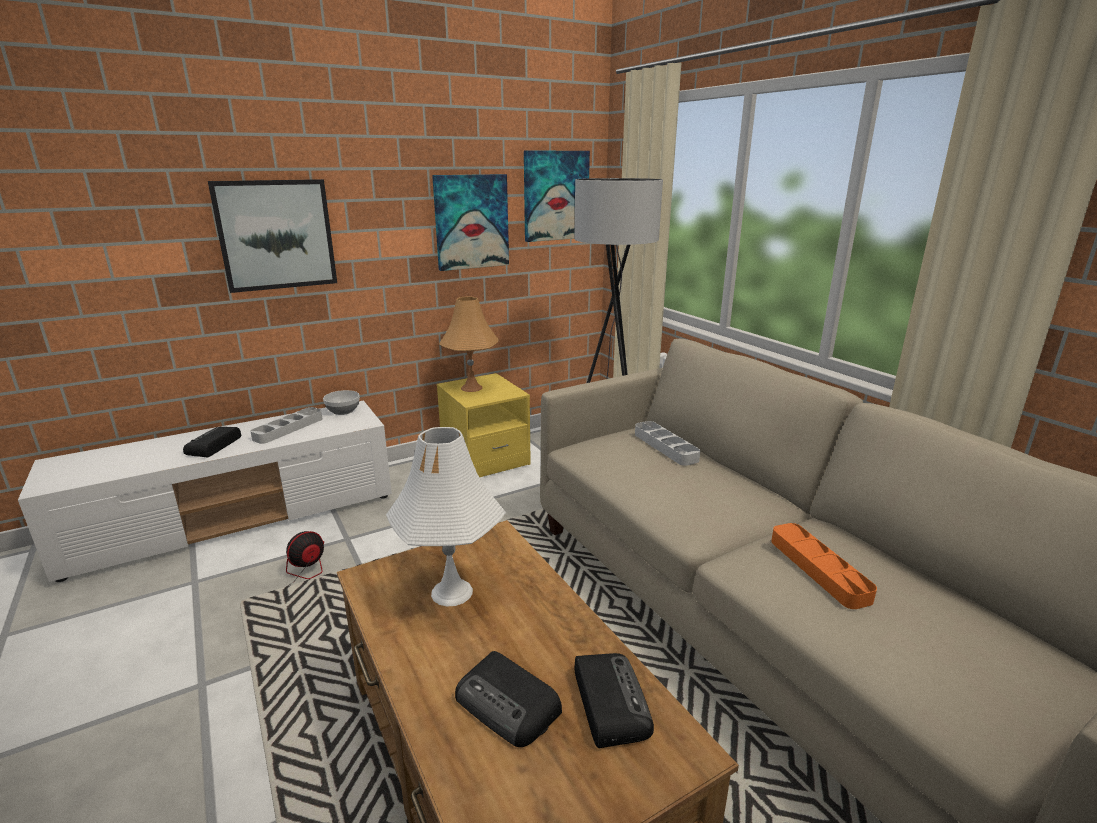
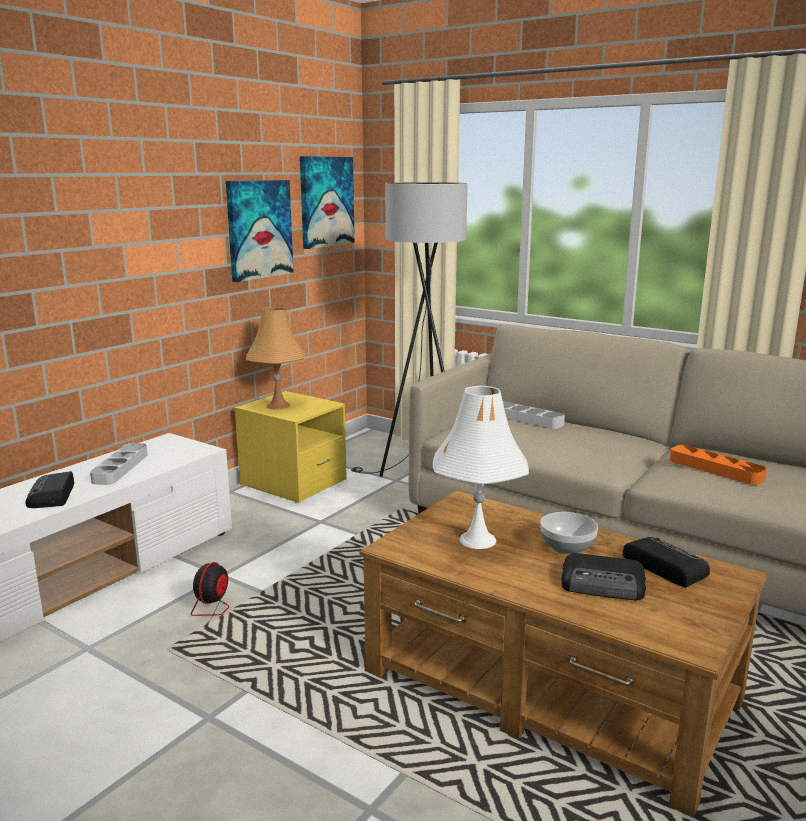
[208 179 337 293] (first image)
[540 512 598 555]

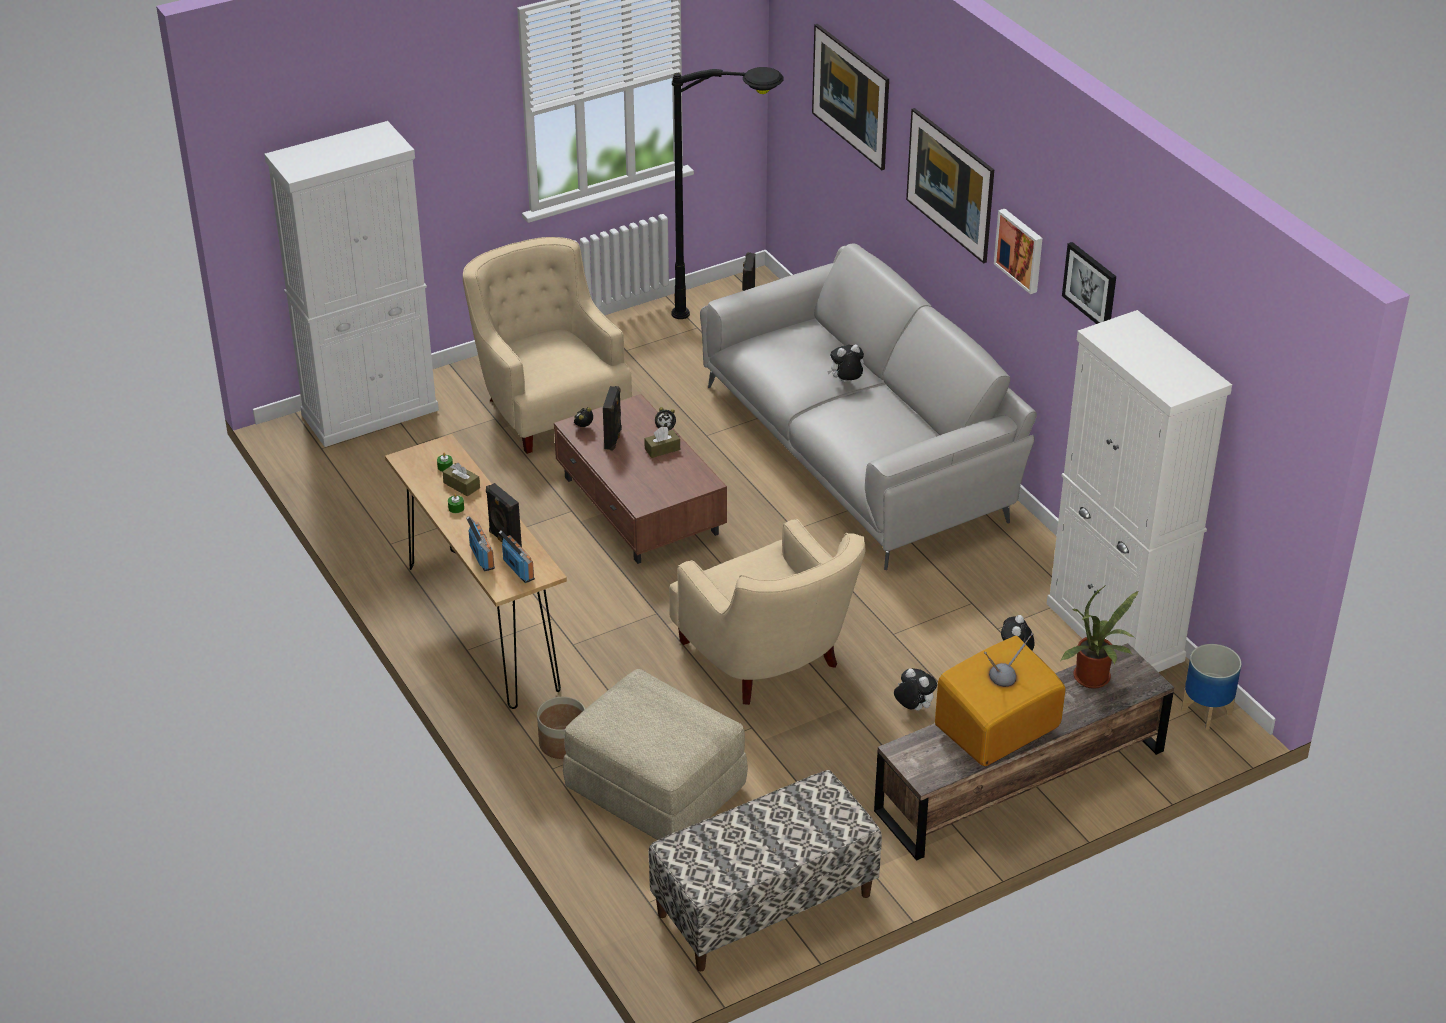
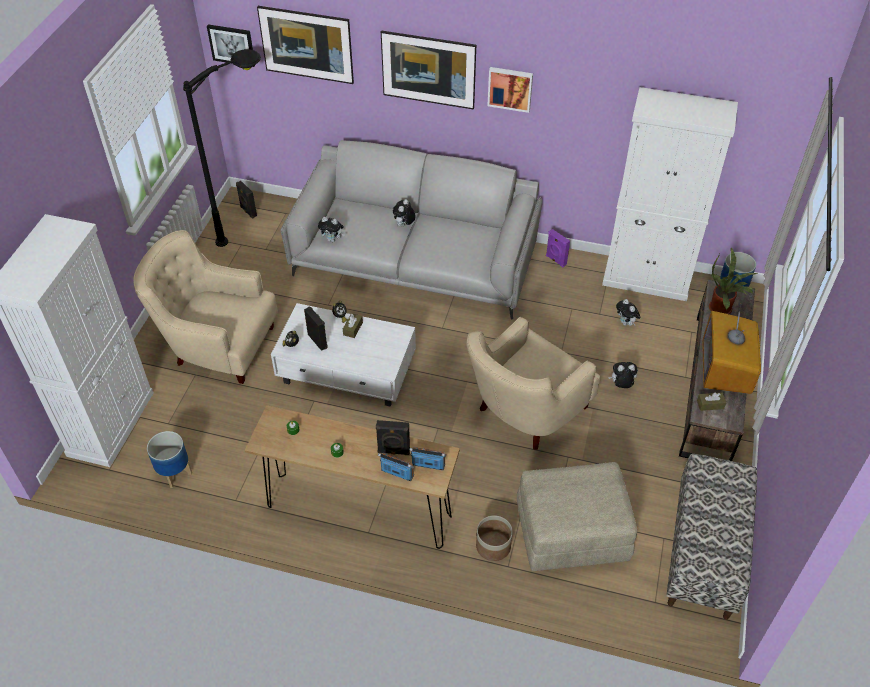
[207 24 254 67]
[271 303 416 407]
[697 393 726 411]
[466 316 600 450]
[318 217 345 242]
[546 229 570 267]
[147 431 192 488]

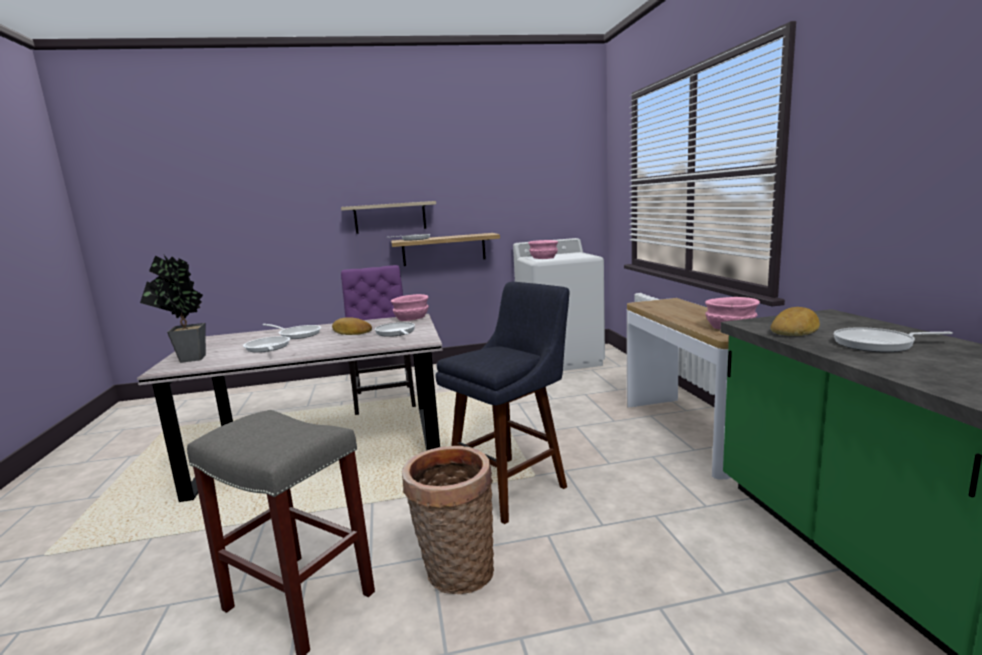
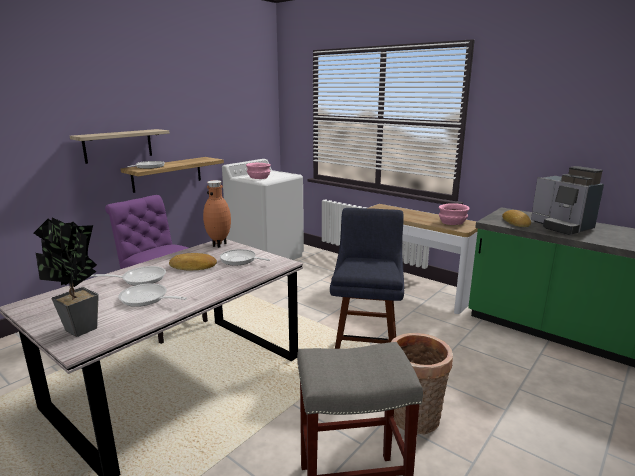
[203 180 231 248]
[531 166 604 235]

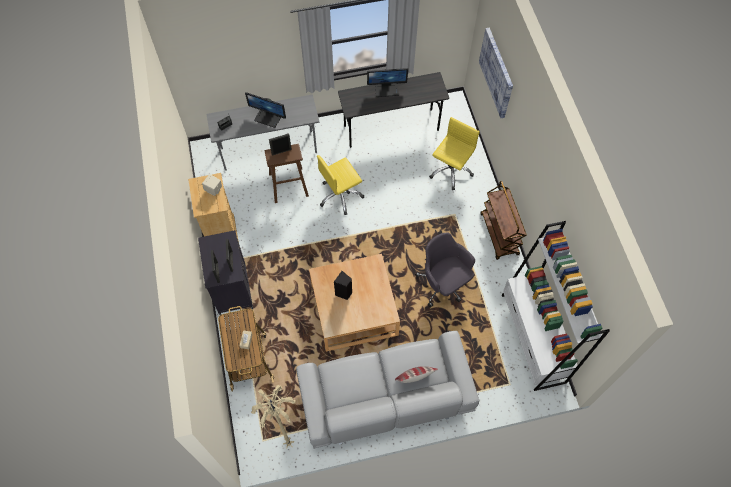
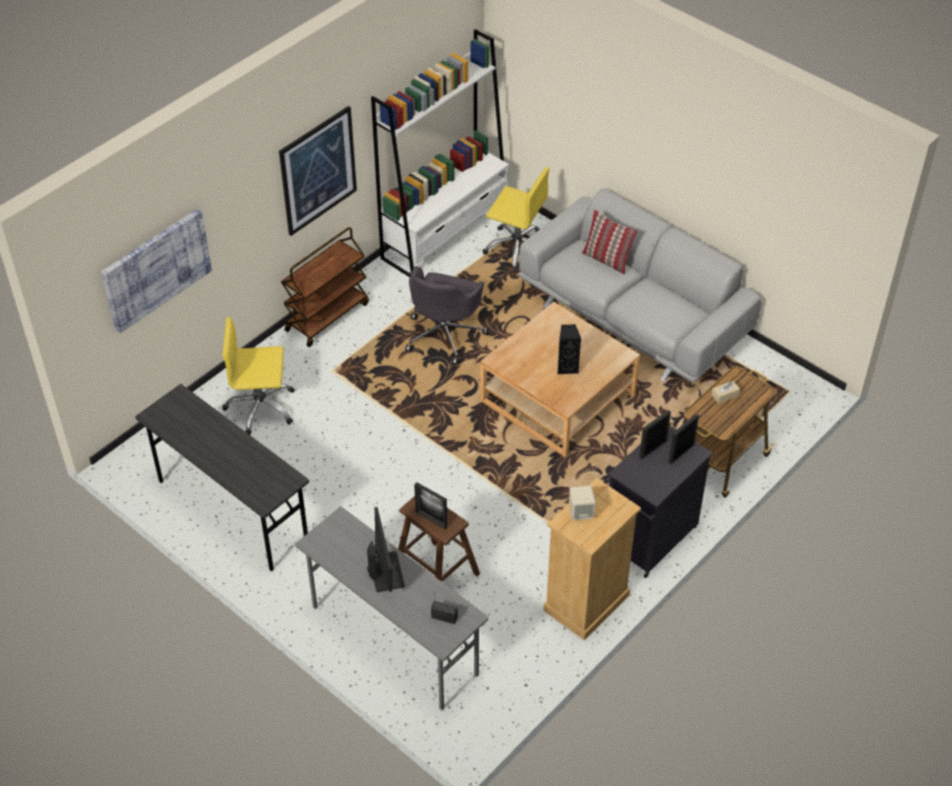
[367 68 408 97] (first image)
[483 167 550 272]
[251 385 296 449] (first image)
[279 106 357 236]

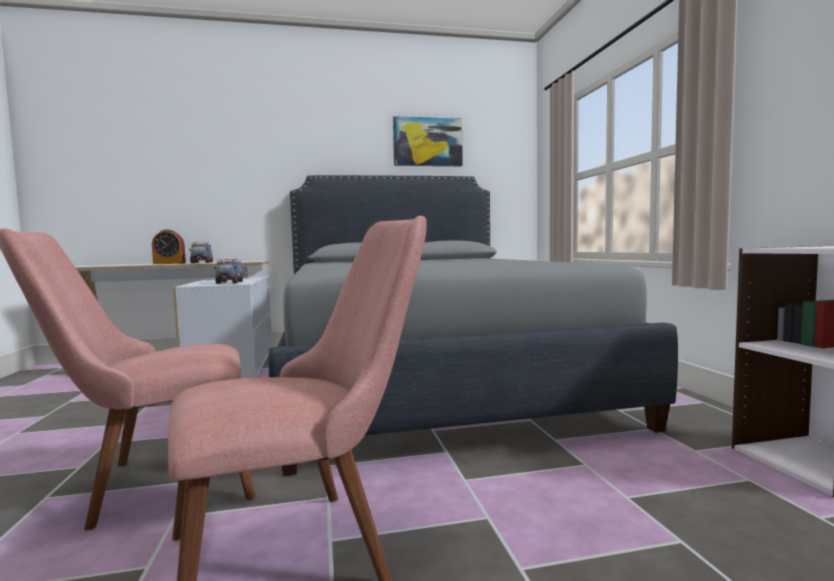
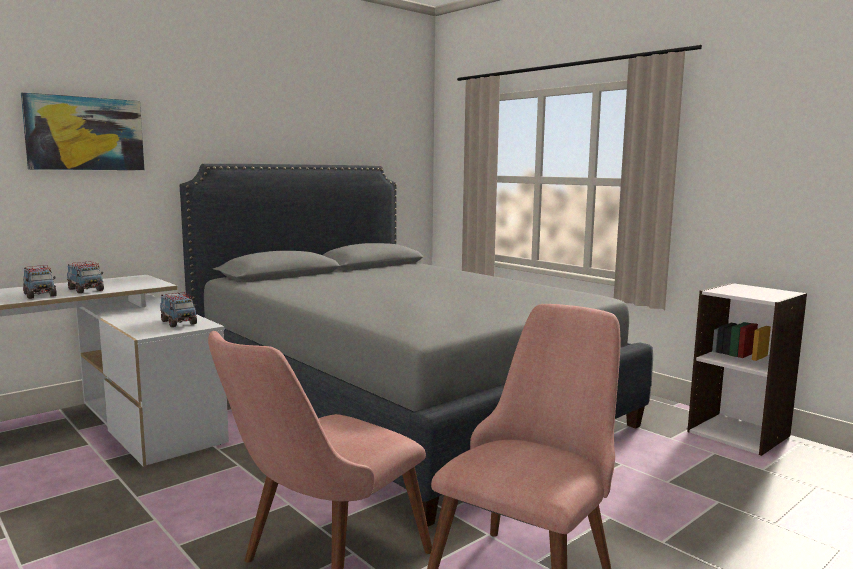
[21 92 144 170]
[23 265 57 299]

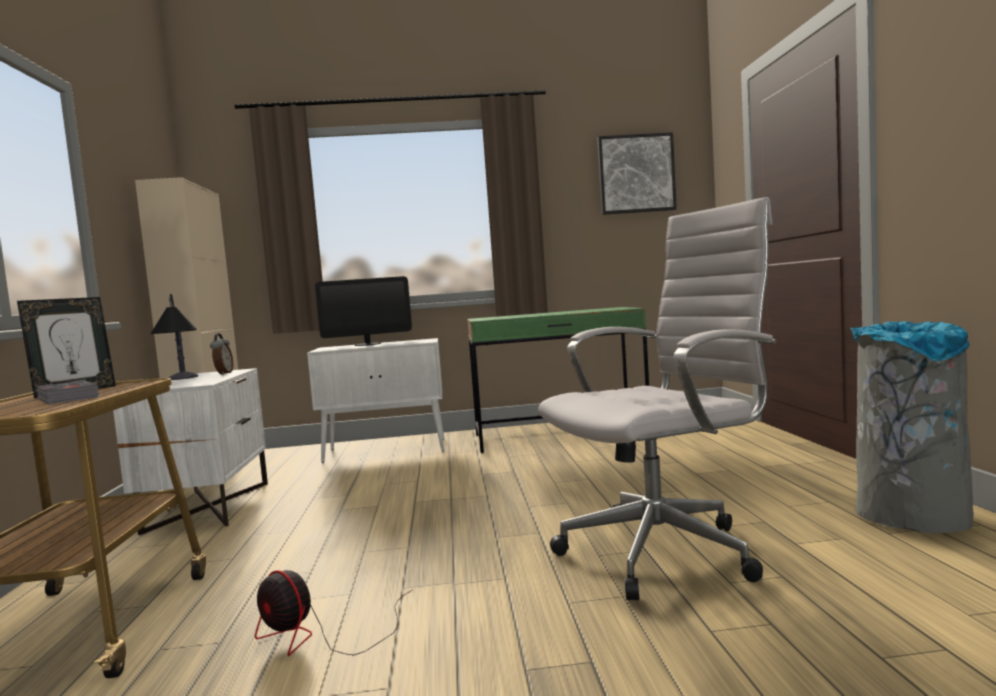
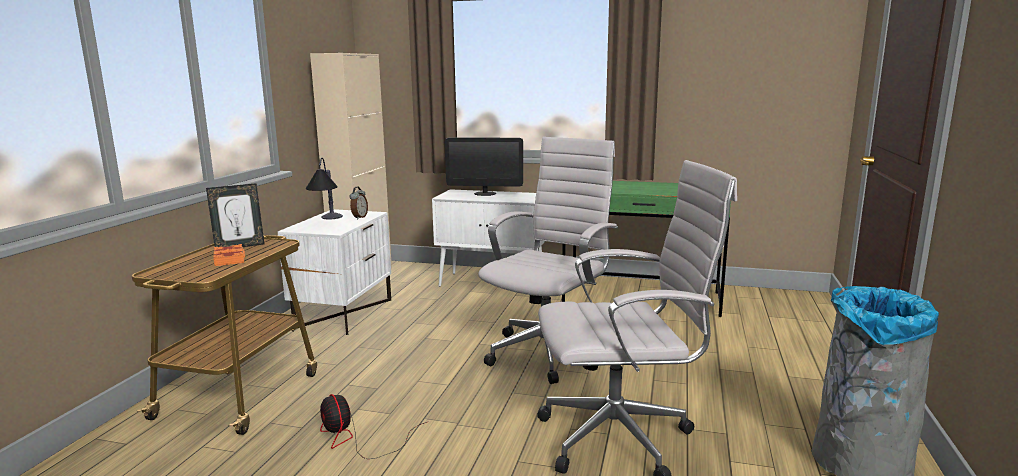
[597 132 677 215] (first image)
[214 244 245 266]
[478 137 618 384]

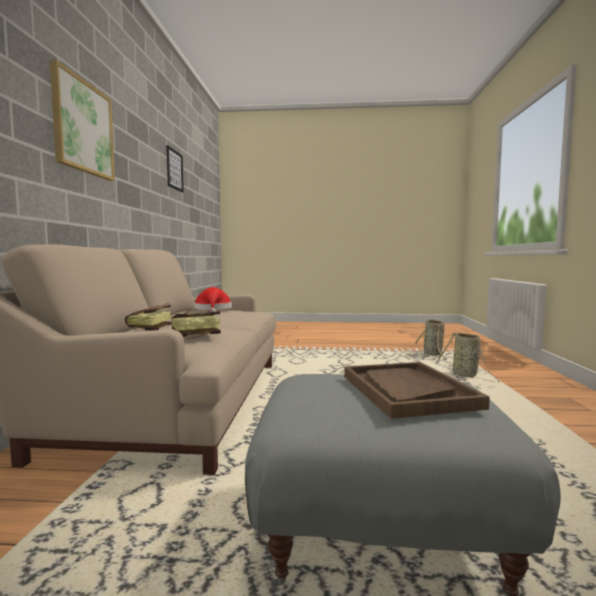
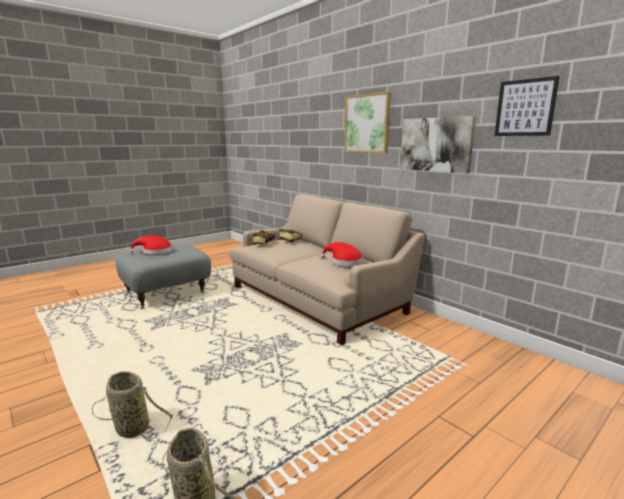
[129 235 172 254]
[400 116 476 173]

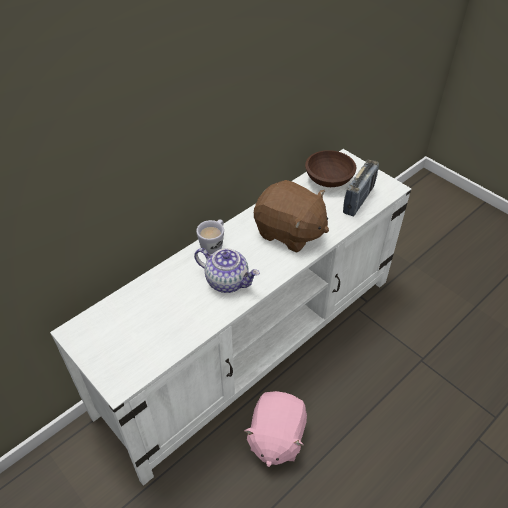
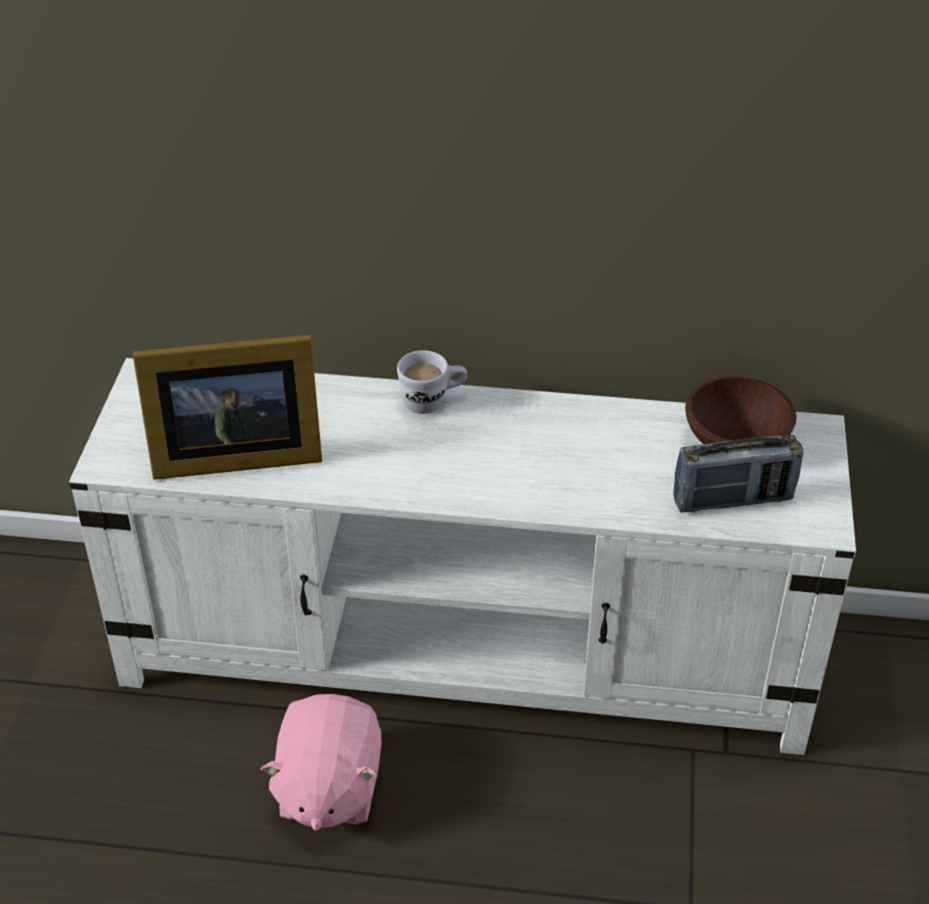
[254 180 329 253] (first image)
[194 248 260 293] (first image)
[261 694 381 831]
[132 335 322 480]

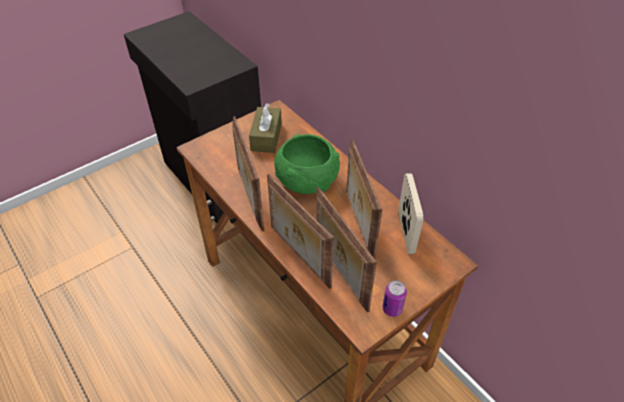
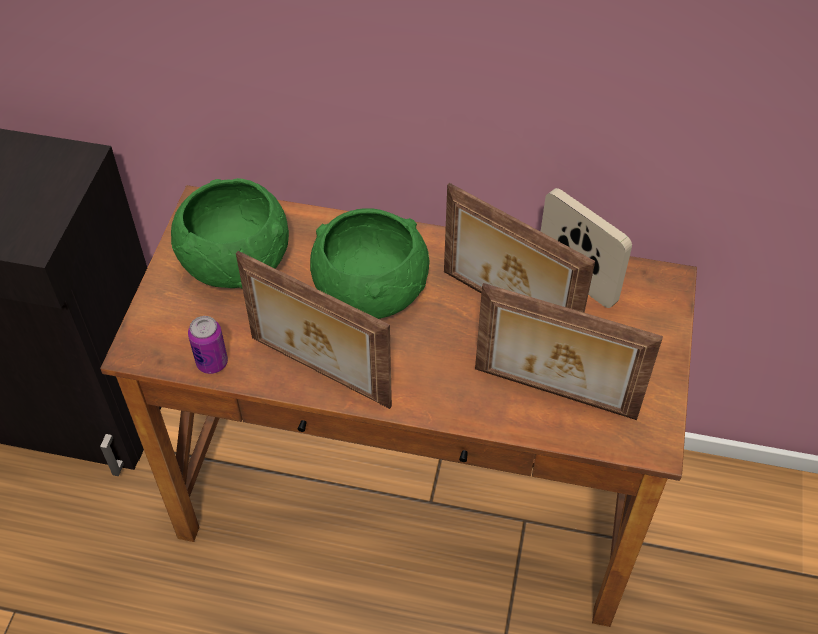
[171 178 289 289]
[267 174 334 289] (first image)
[188 316 228 374]

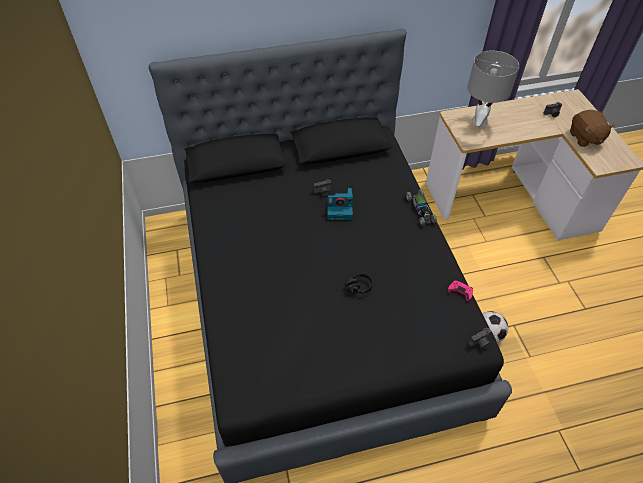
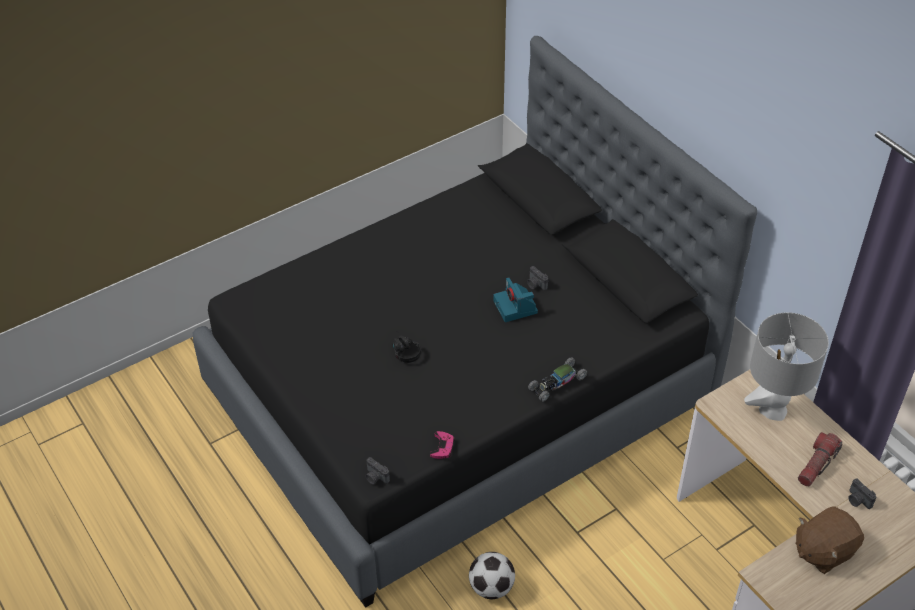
[798 432 842 486]

